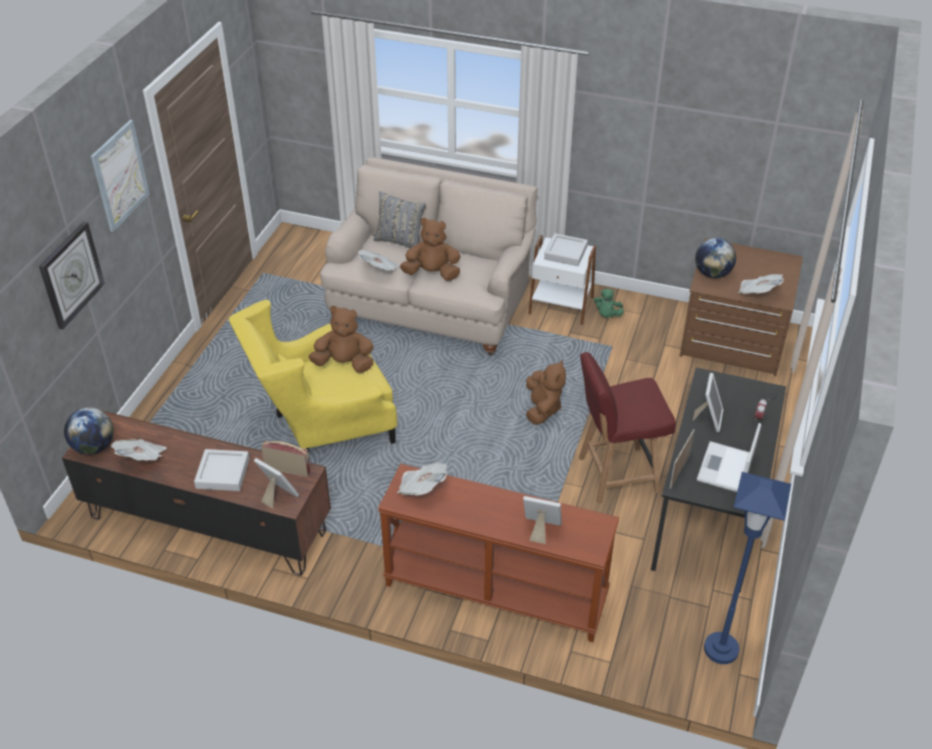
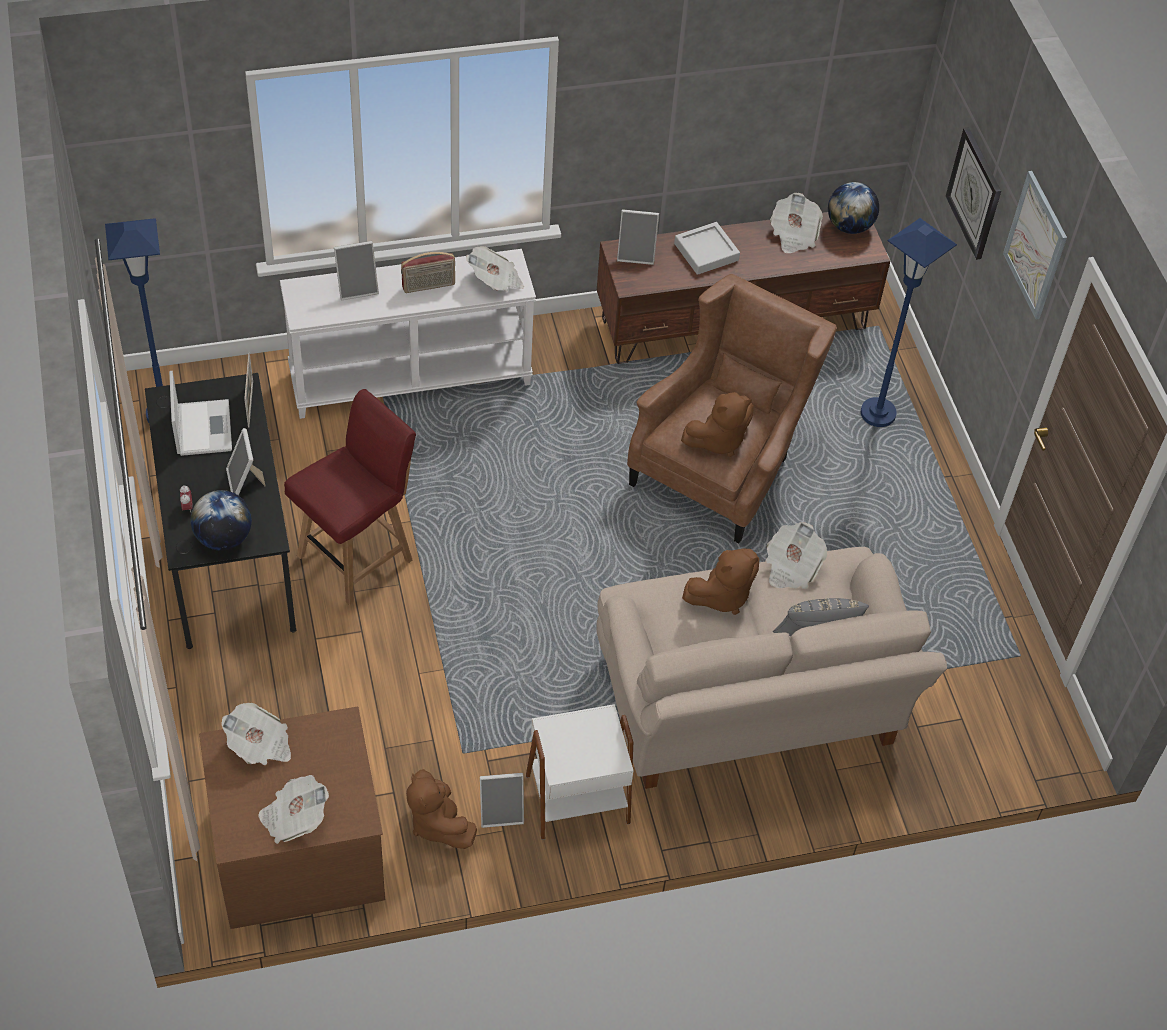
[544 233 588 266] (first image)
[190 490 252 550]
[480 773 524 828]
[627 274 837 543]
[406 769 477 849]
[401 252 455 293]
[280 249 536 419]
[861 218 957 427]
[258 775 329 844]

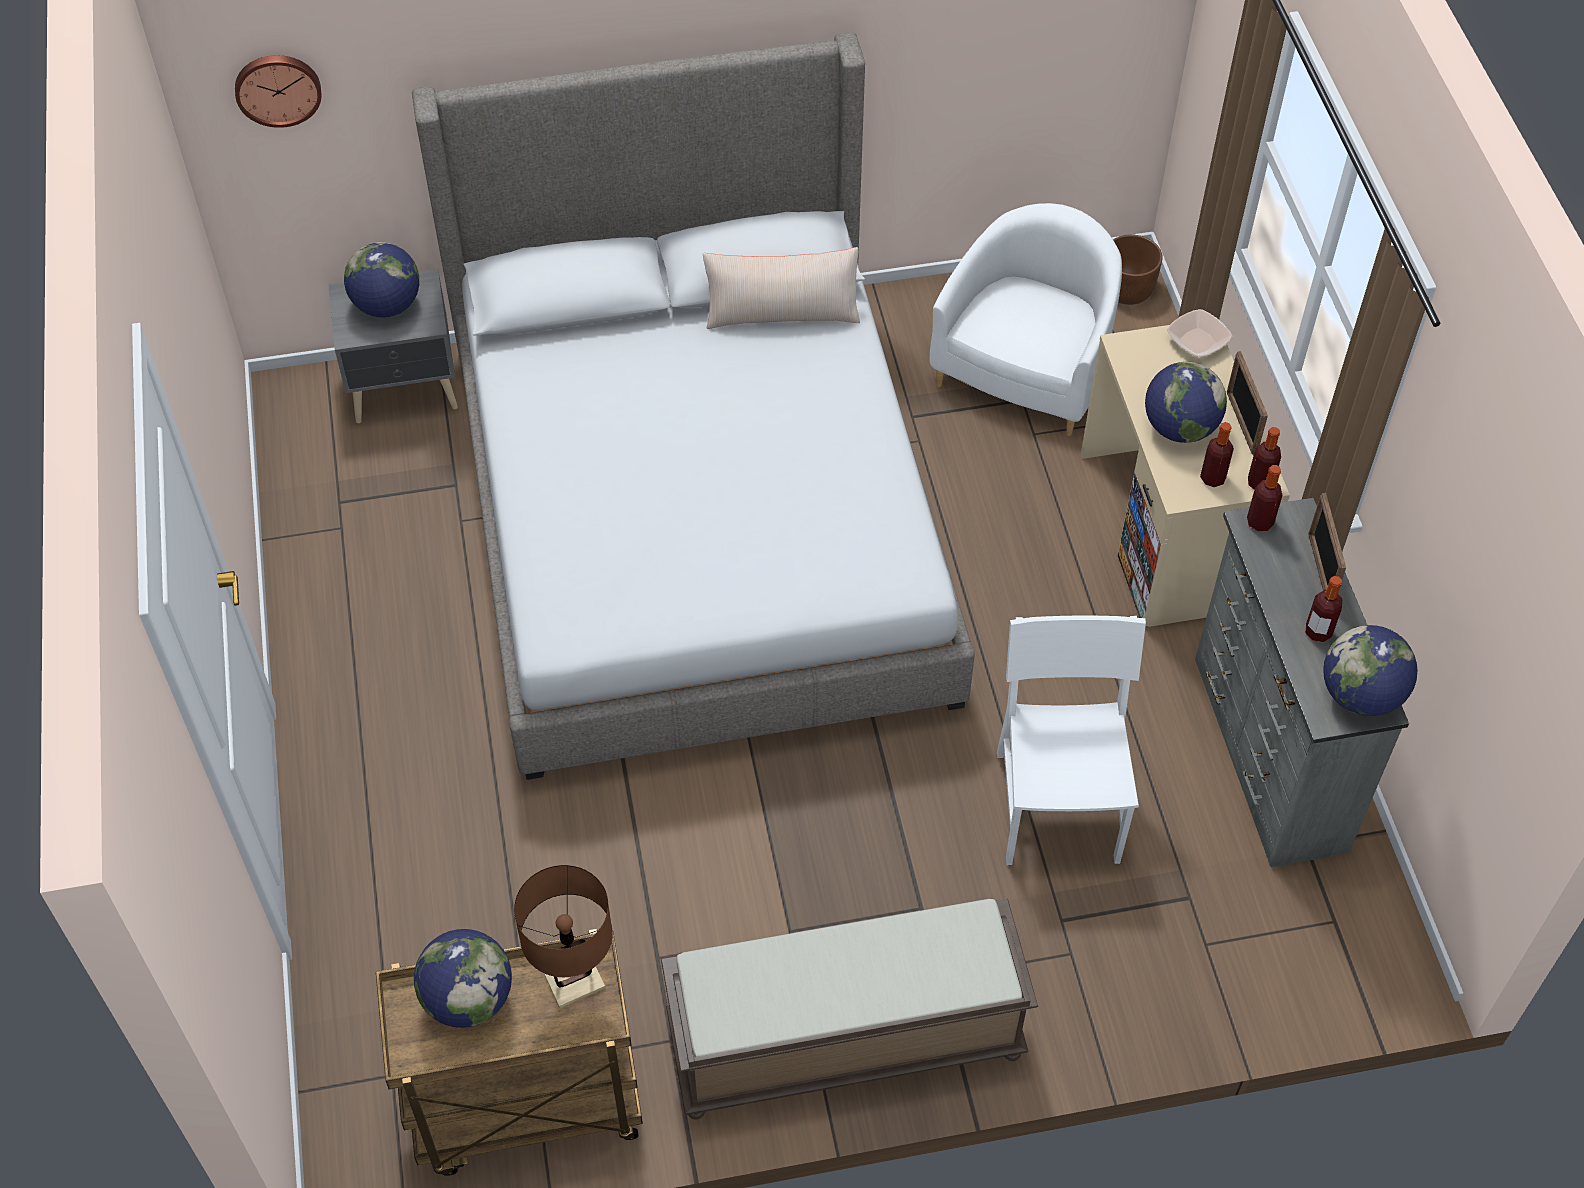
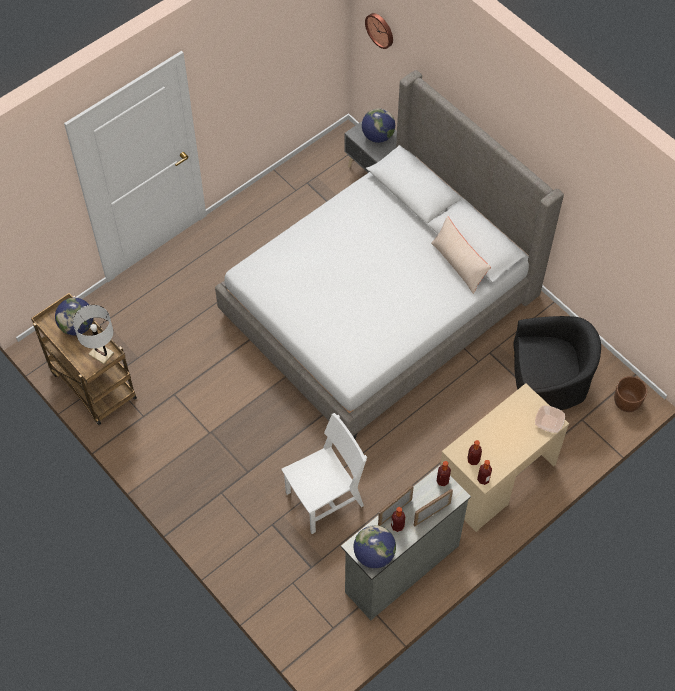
[514 316 601 410]
[378 485 414 526]
[1145 362 1227 443] (first image)
[73 305 114 364]
[661 899 1038 1120] (first image)

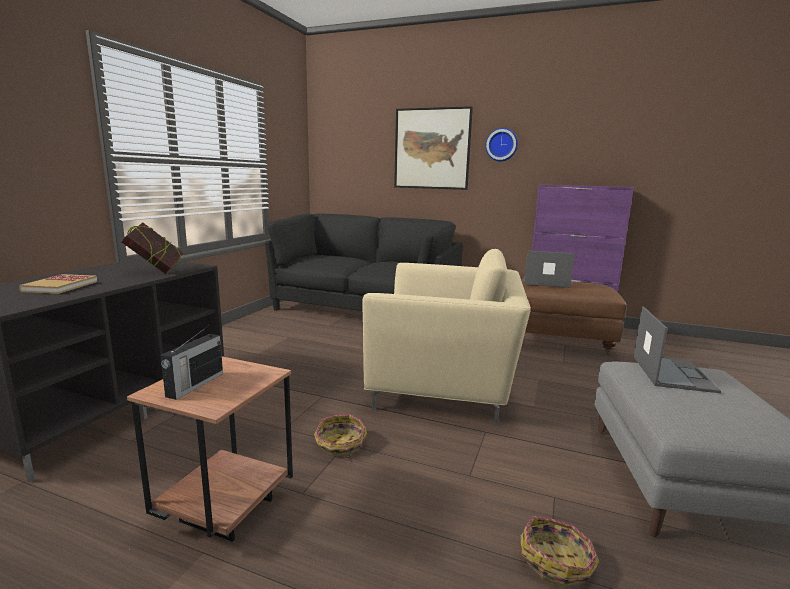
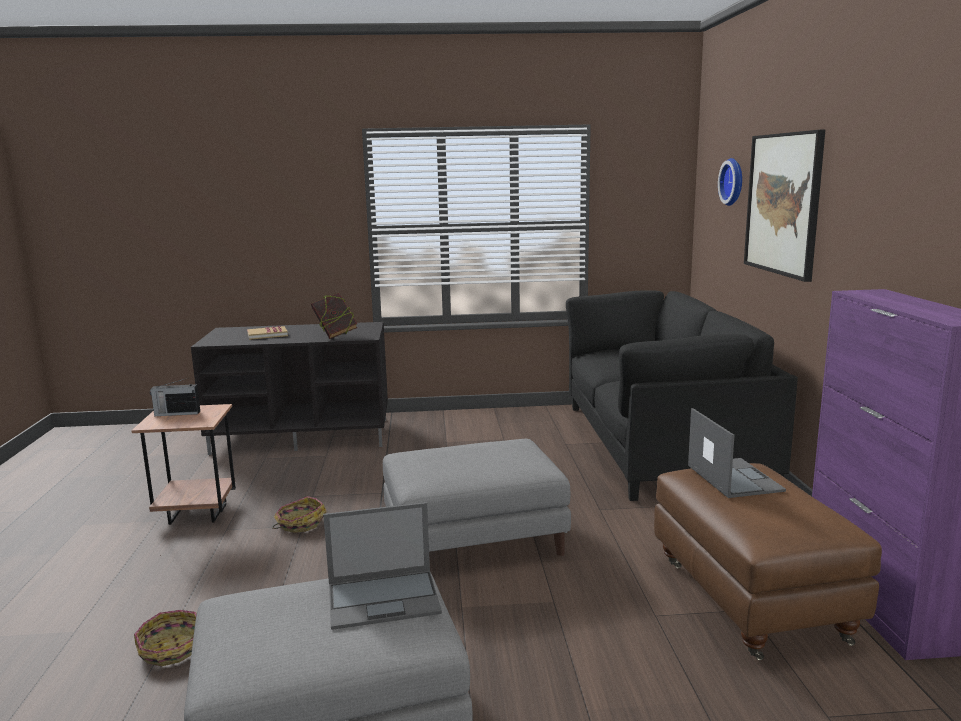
[718 158 742 206]
[383 439 571 556]

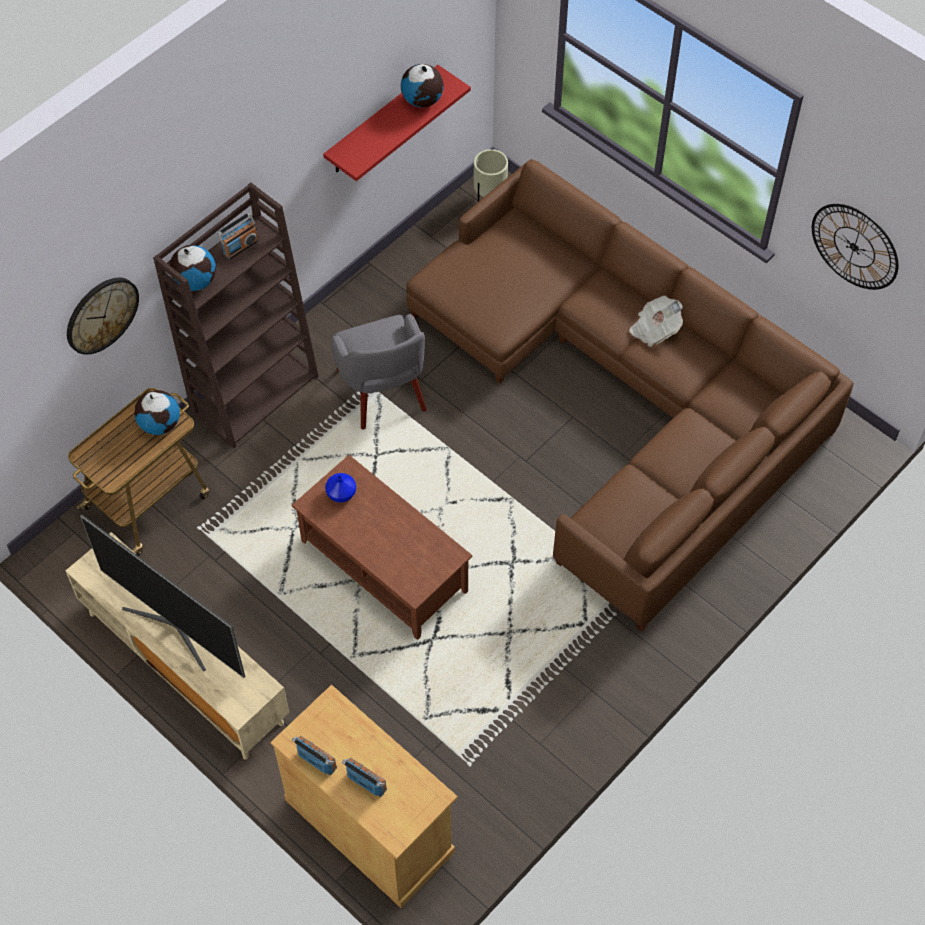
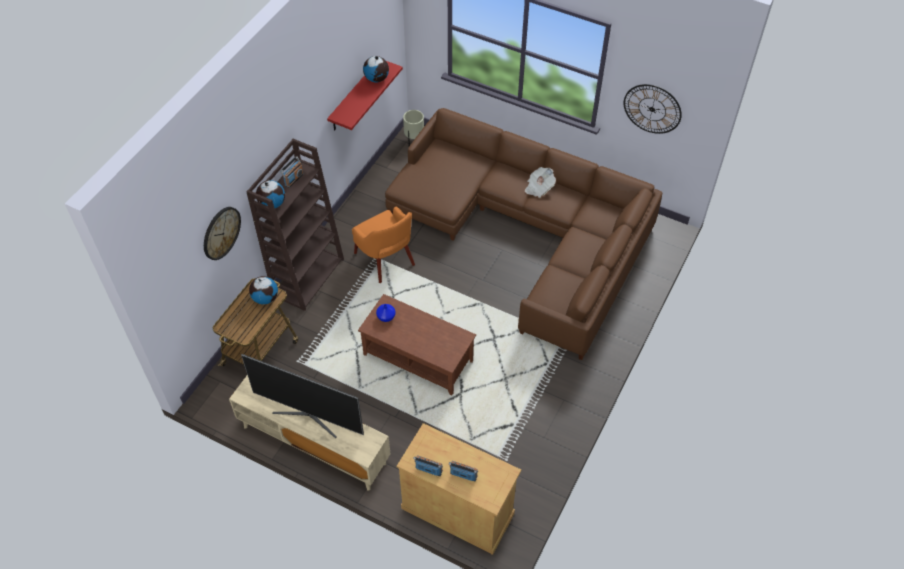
[352 207 415 283]

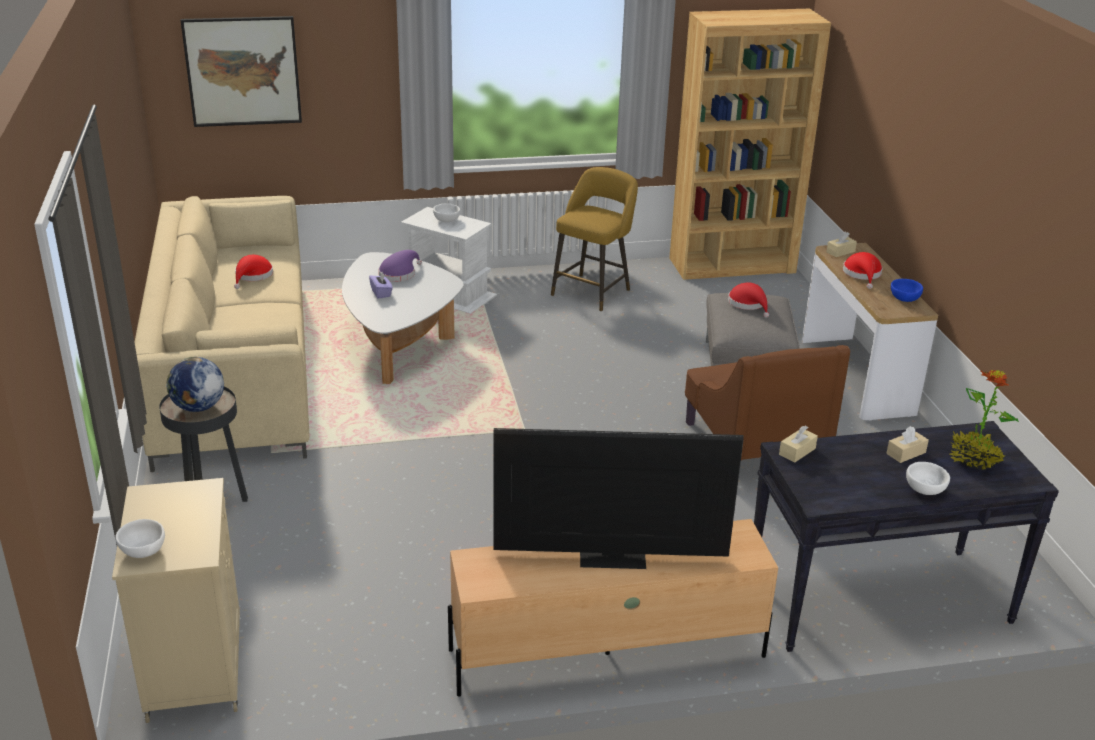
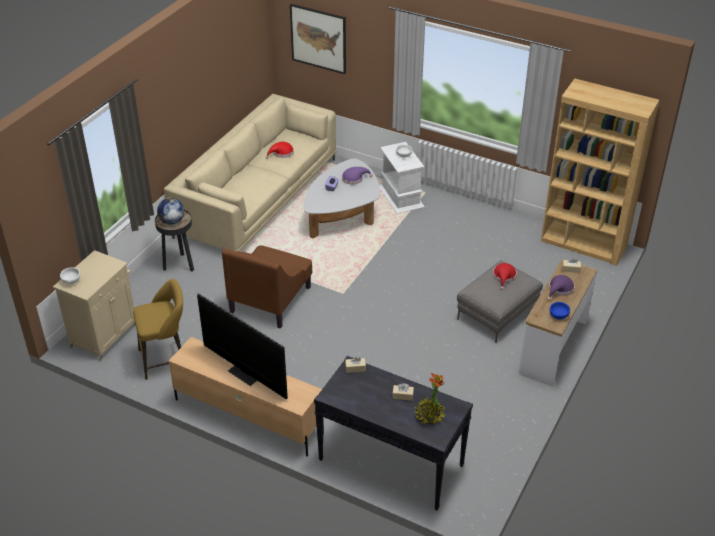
[133 279 183 380]
[548 275 575 300]
[222 245 313 329]
[906 462 950 495] (first image)

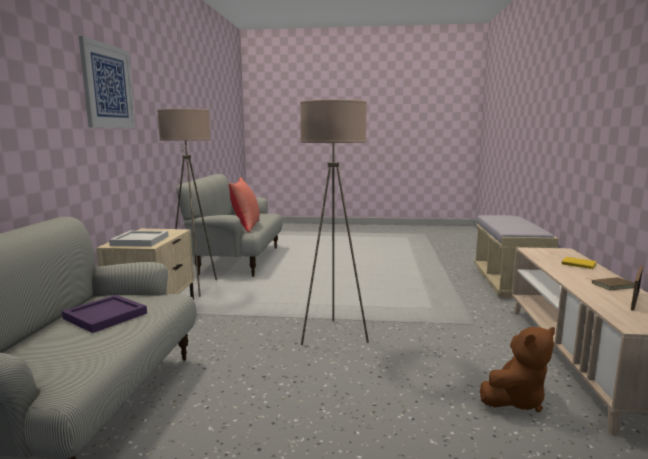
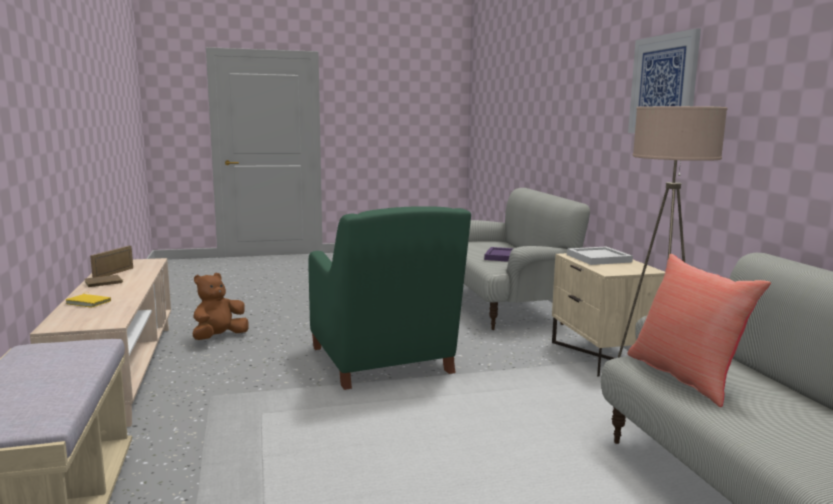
[308 206 471 390]

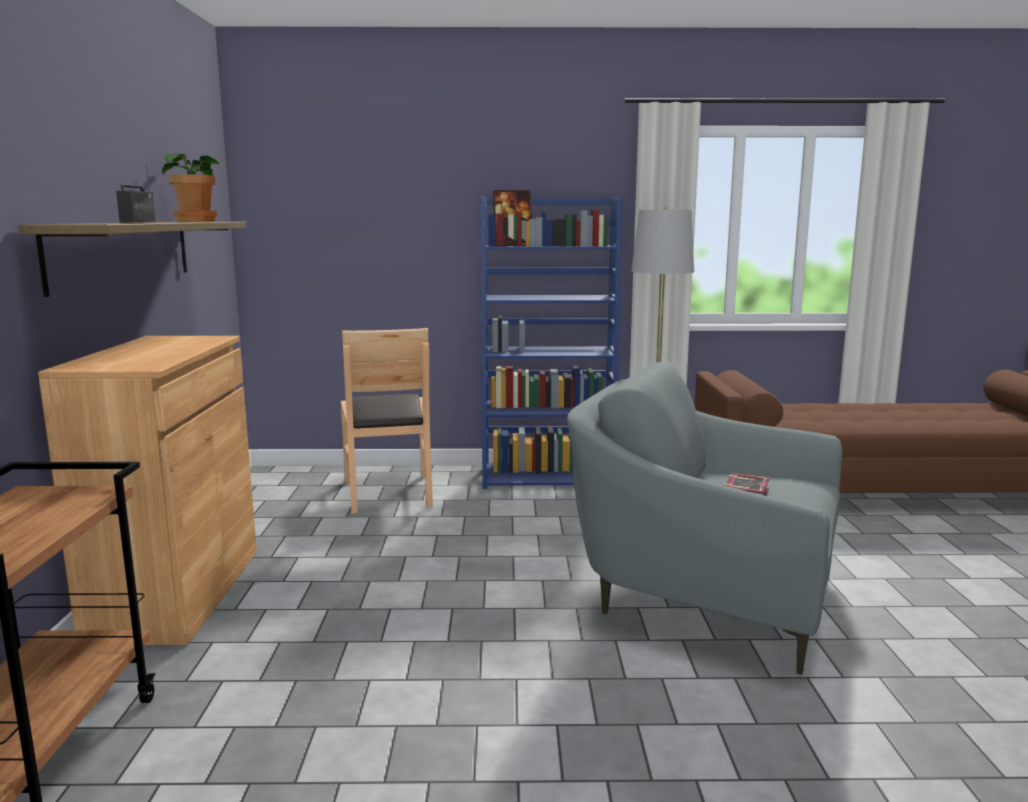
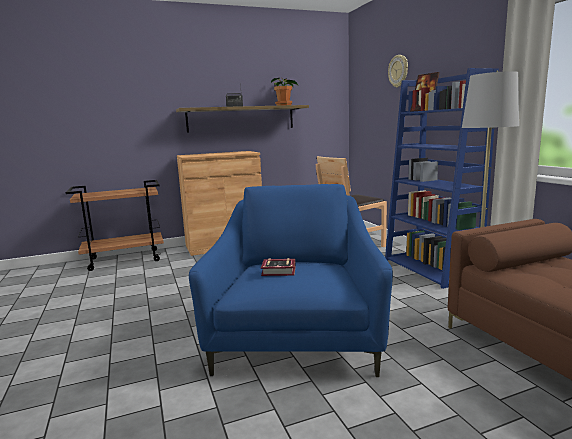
[189 184 393 377]
[388 55 408 88]

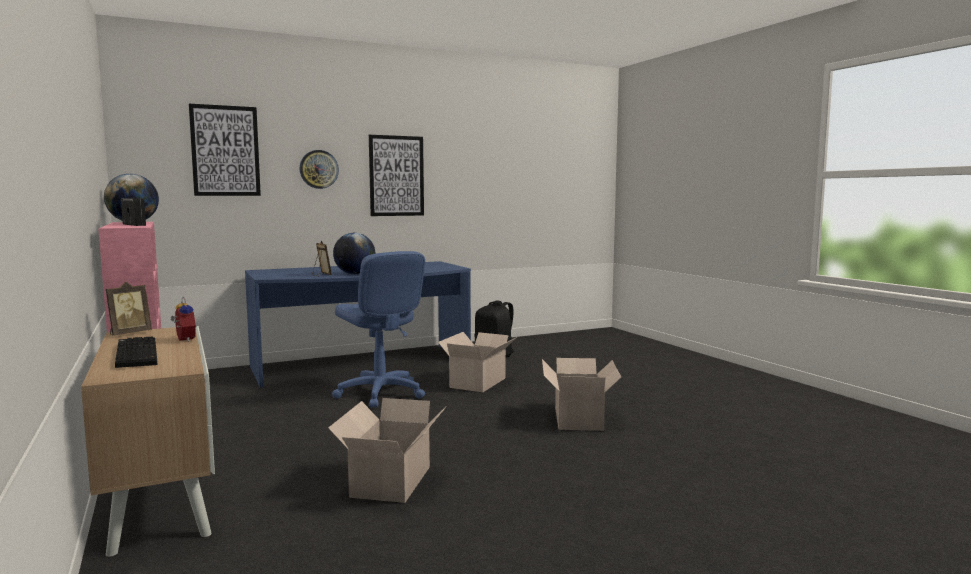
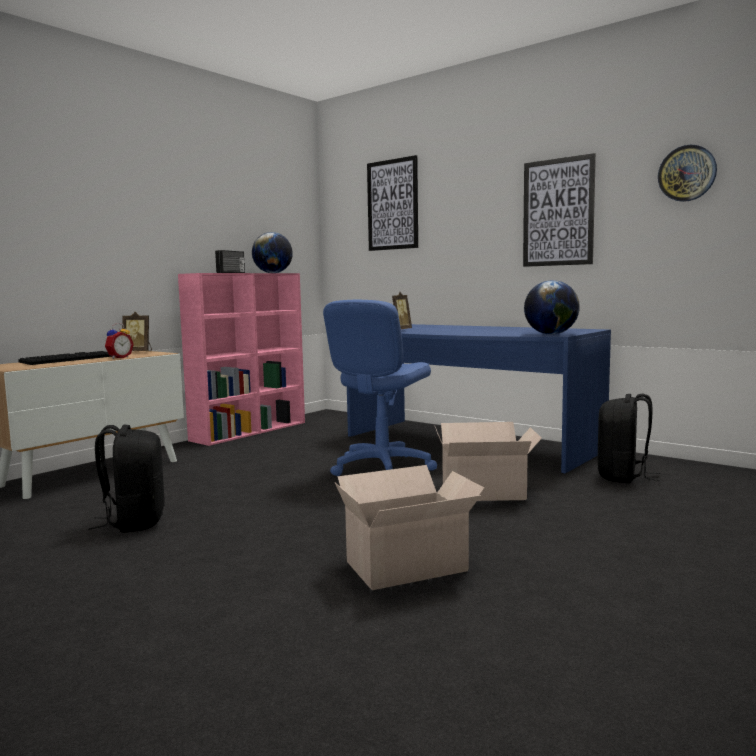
[658 145 717 202]
[524 280 580 335]
[88 425 165 533]

